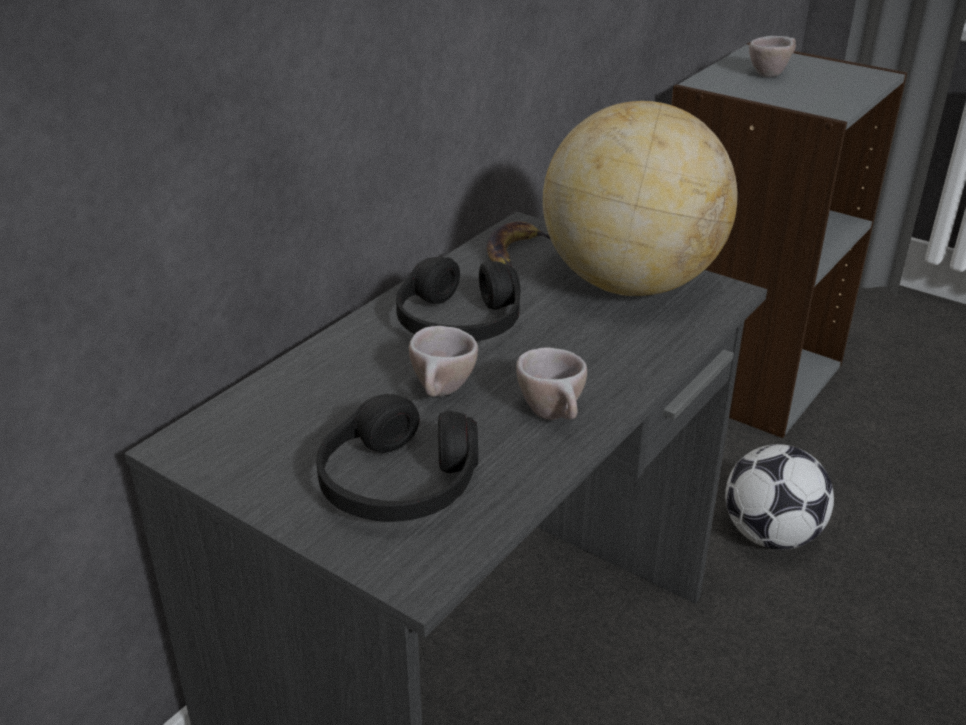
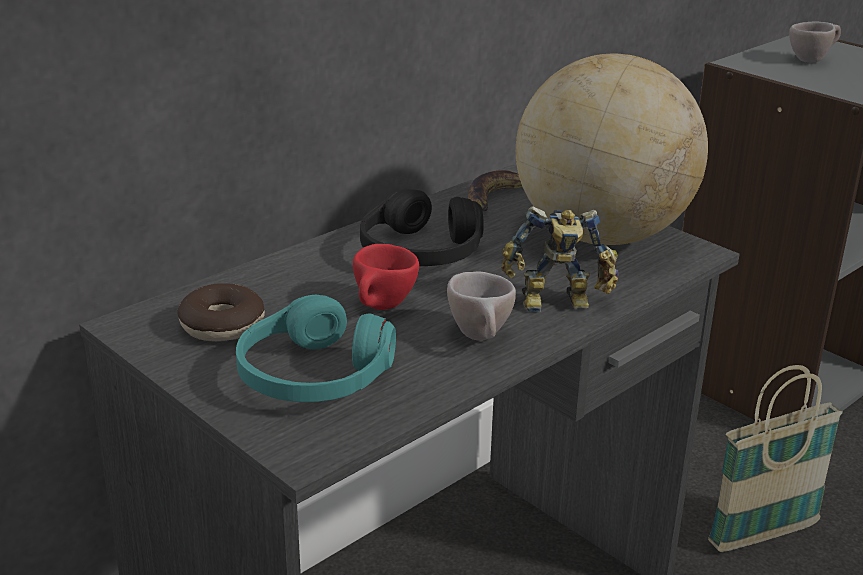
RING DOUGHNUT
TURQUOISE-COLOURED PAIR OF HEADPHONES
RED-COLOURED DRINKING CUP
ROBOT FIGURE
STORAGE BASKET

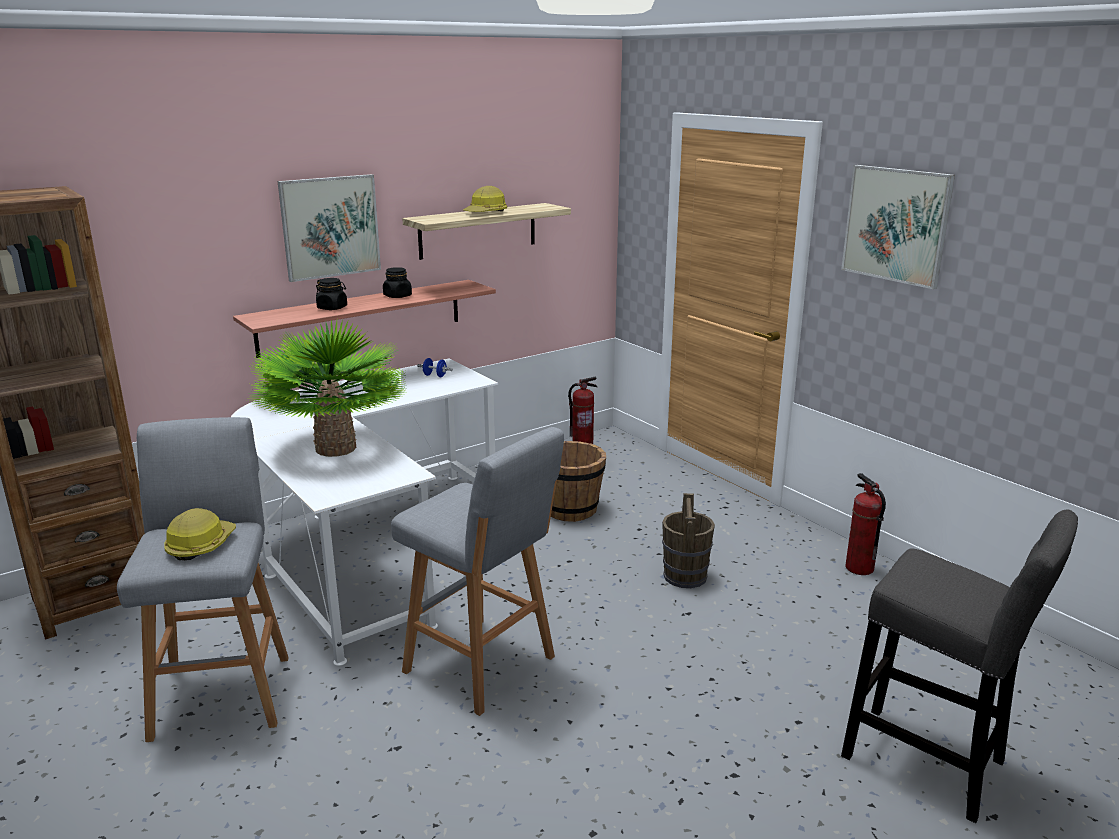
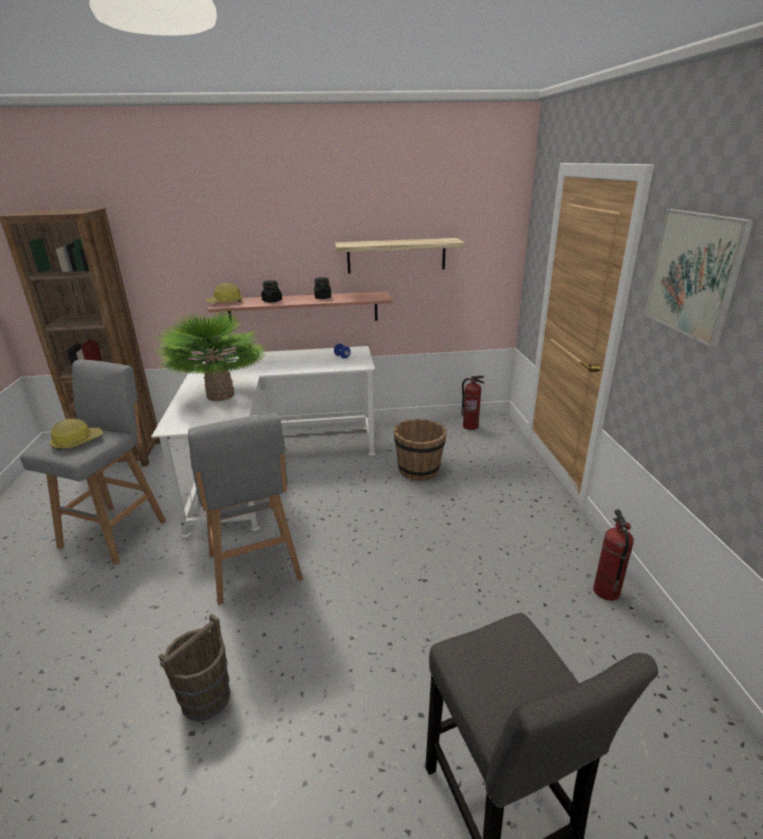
BROWN-COLOURED PAIL (1st from left)
WORK HELMET (2nd from left)
WALL ART (1st from left in the first image)

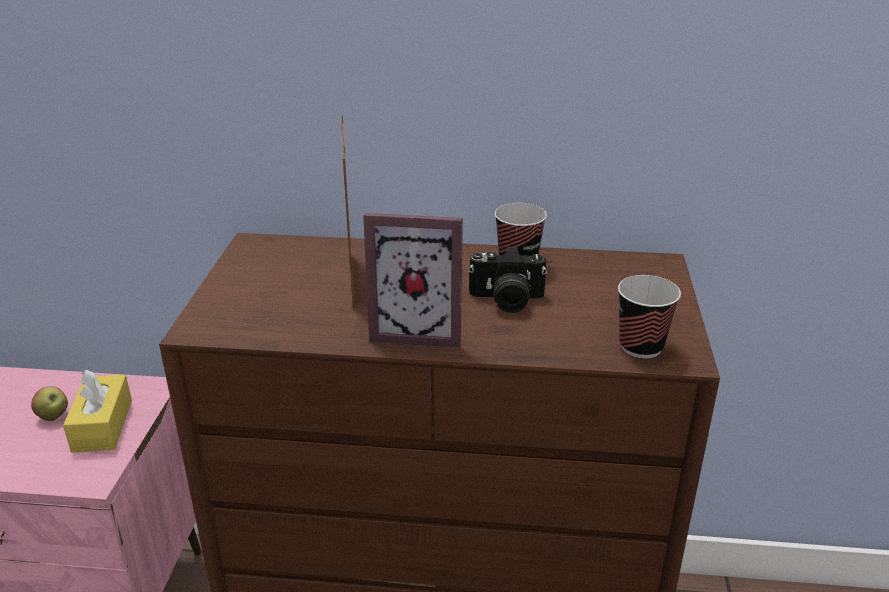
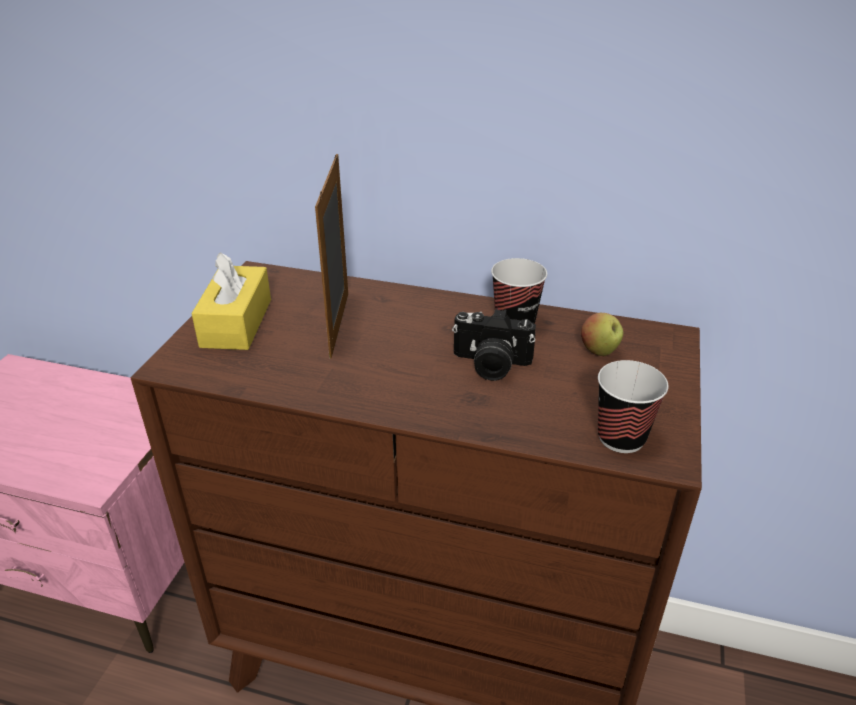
YELLOWISH BOX OF TISSUES
APPLE
STANDING FRAME (2nd from left in the first image)

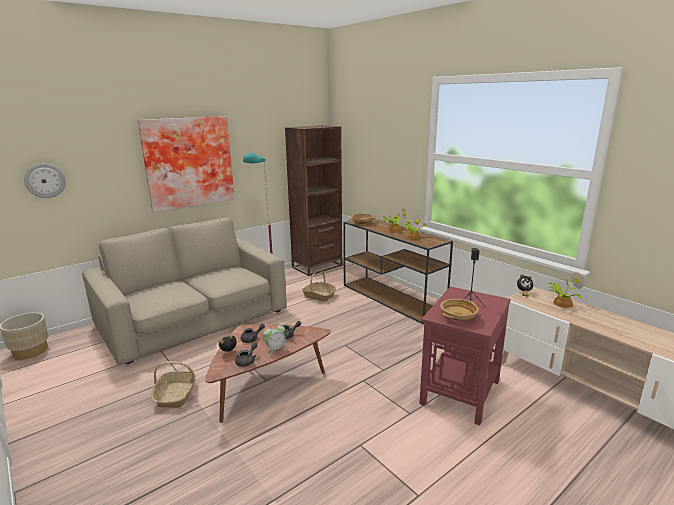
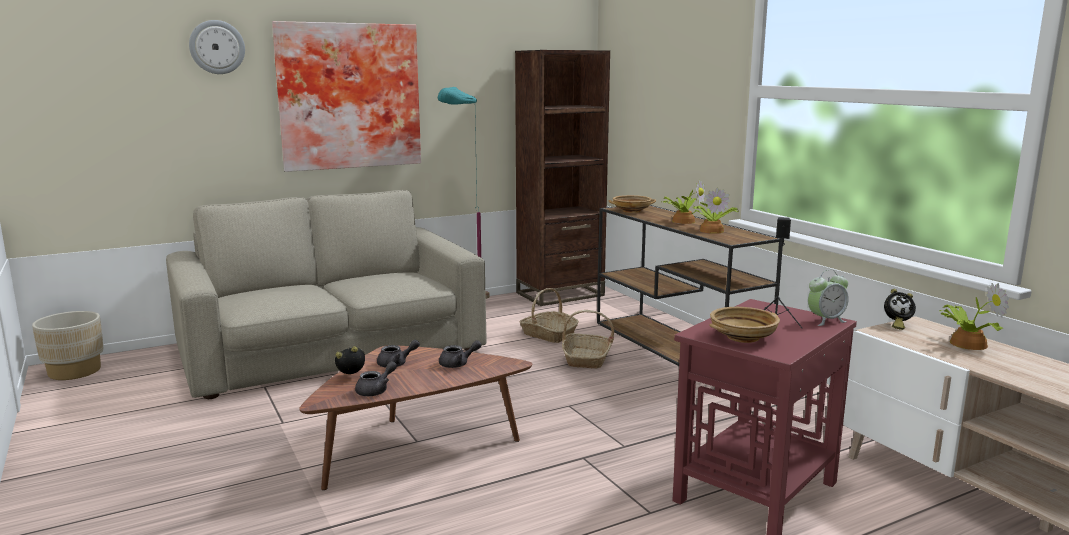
WALL CLOCK
STORAGE BASKET (2nd from left)
TABLE CLOCK (2nd from left)

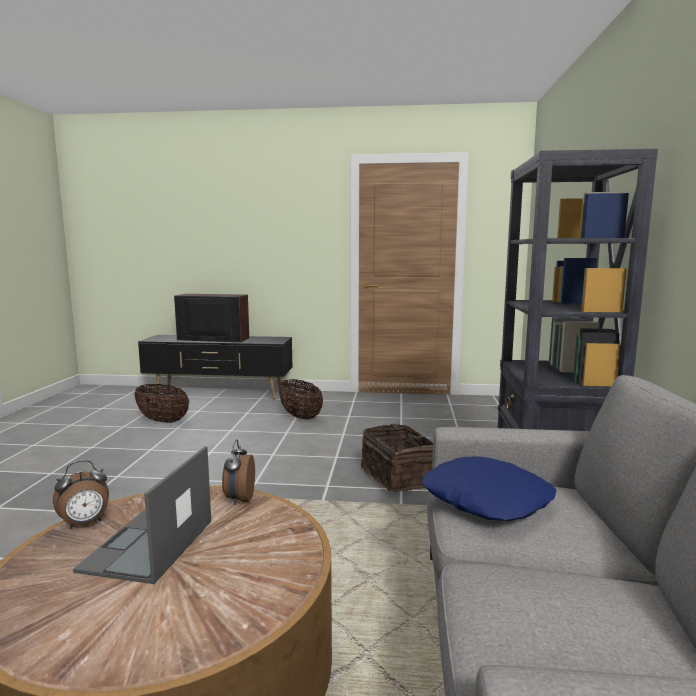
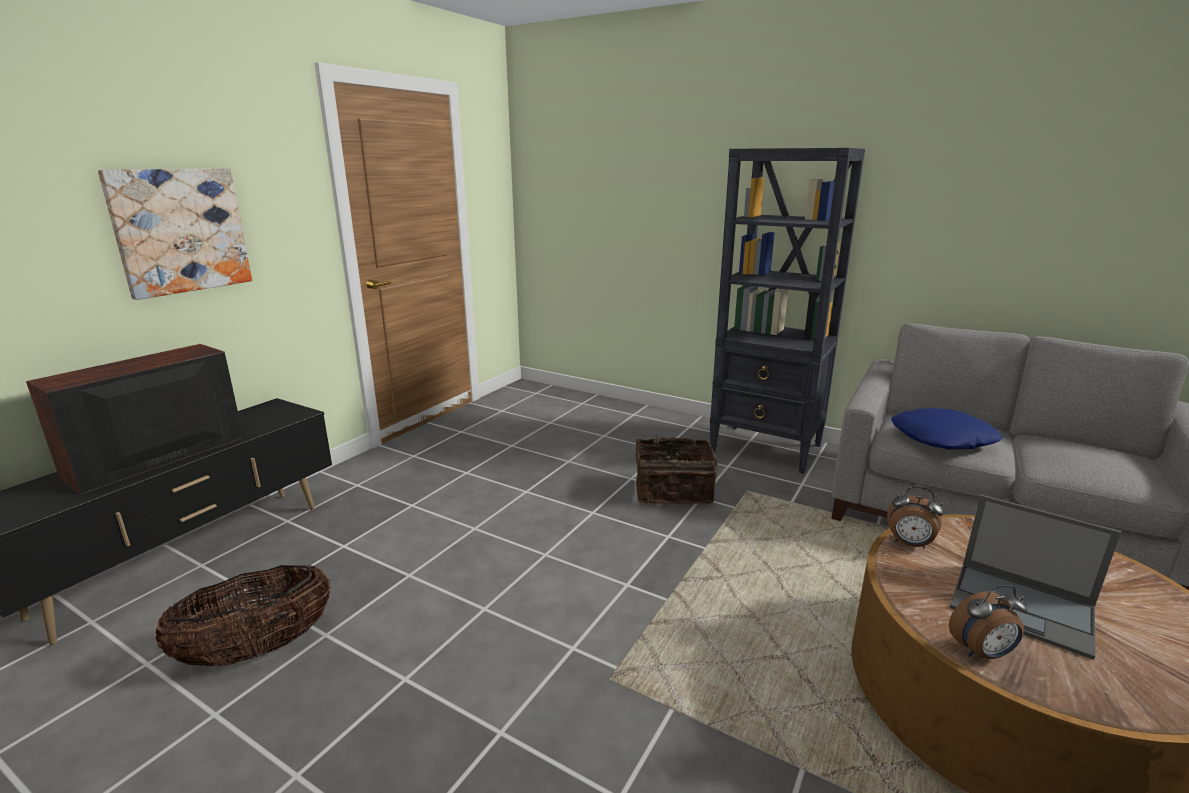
WALL ART
TABLE CLOCK (2nd from left)
STORAGE BASKET (2nd from left in the first image)

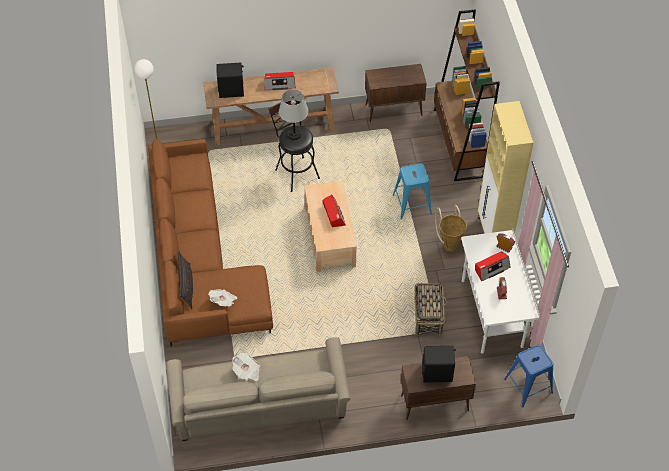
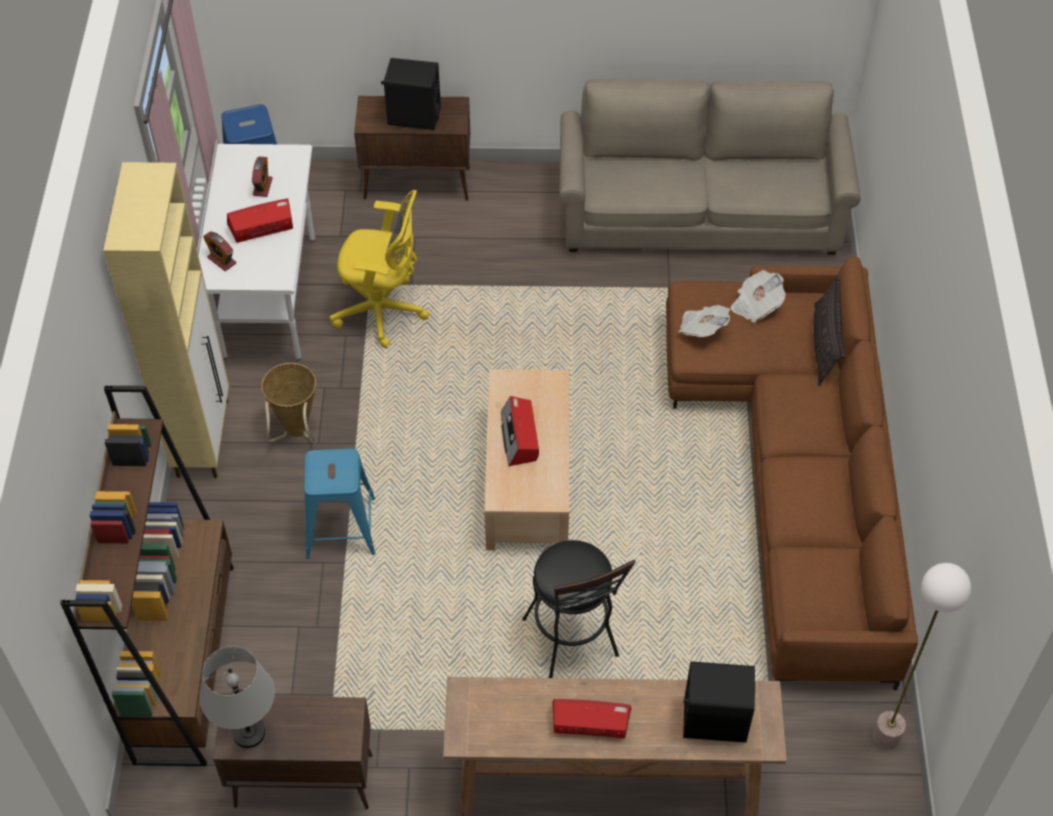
GREY LAMP FOR A TABLE
YELLOWISH COMPUTER CHAIR
NEWSPAPER (1st from left)

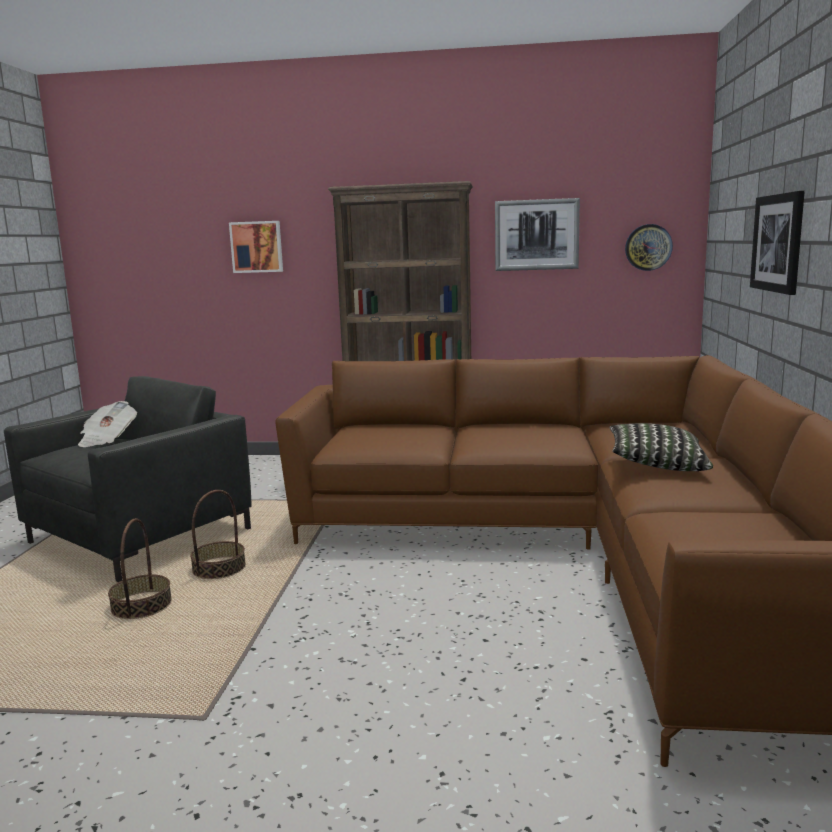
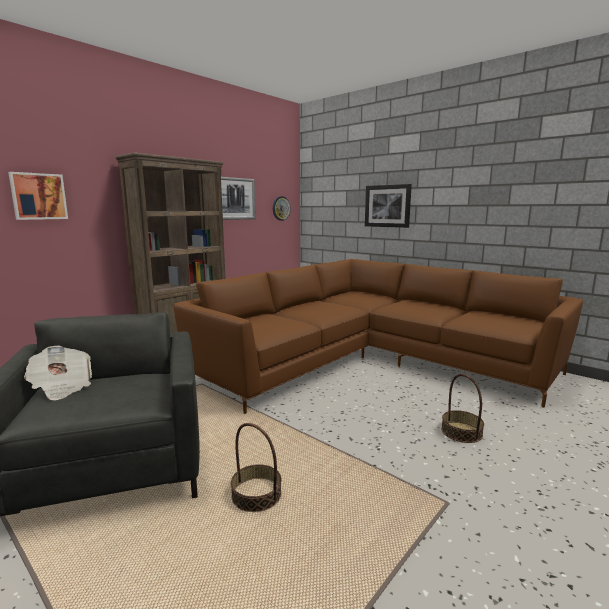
STORAGE BASKET (2nd from left)
THROW PILLOW

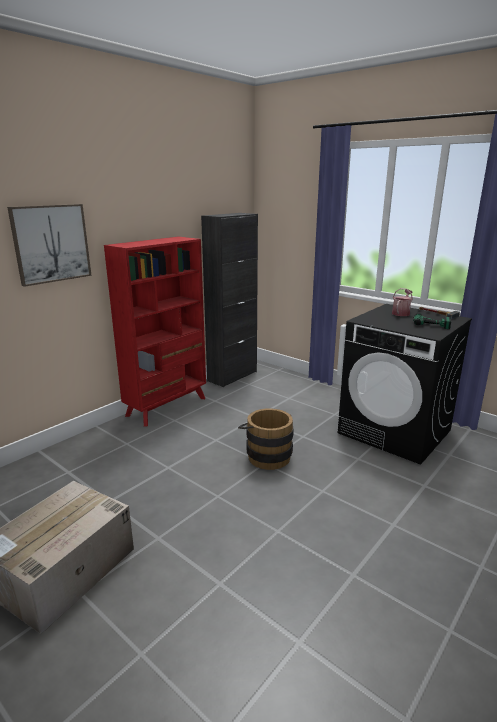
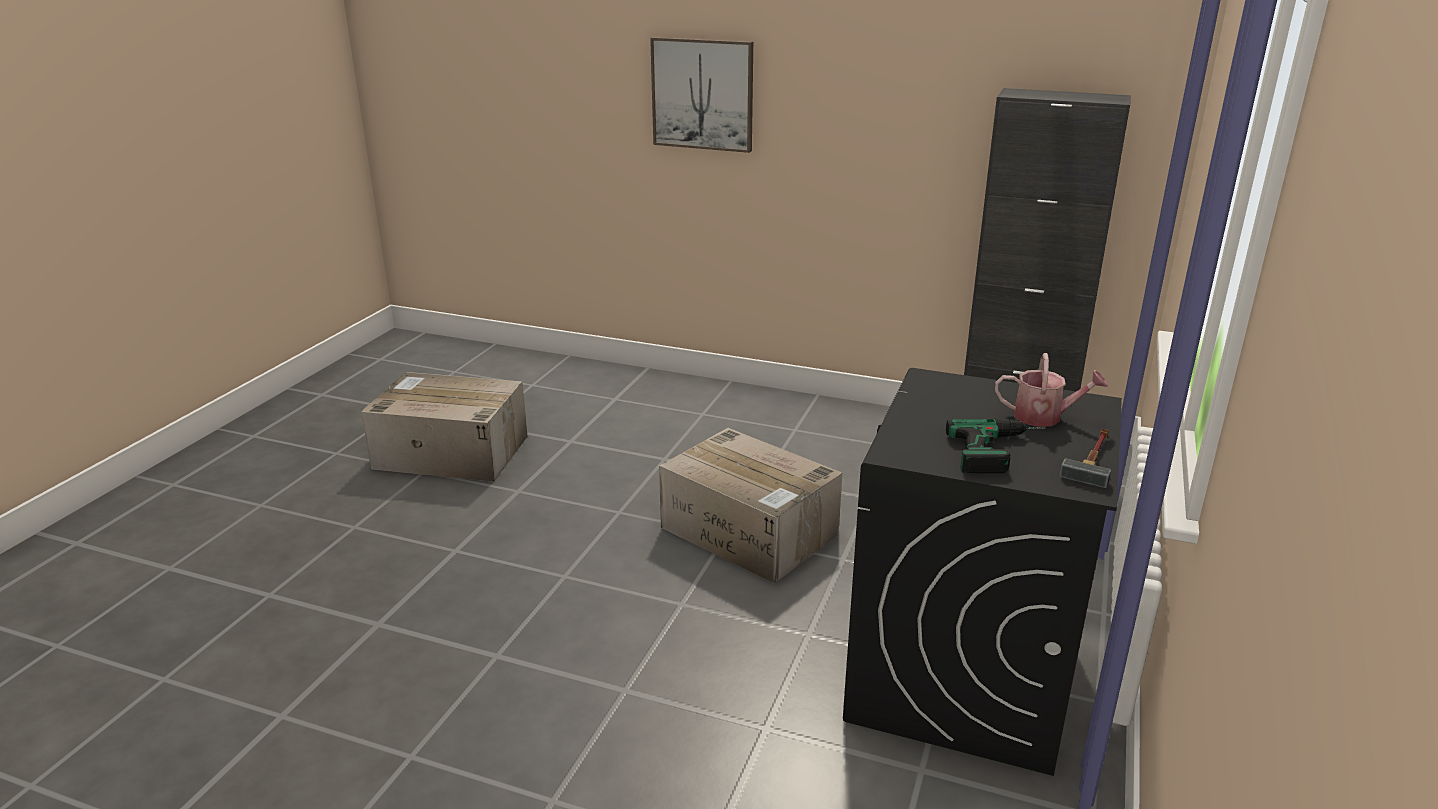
CARDBOARD BOX (2nd from left)
RED-COLOURED SHELVING UNIT

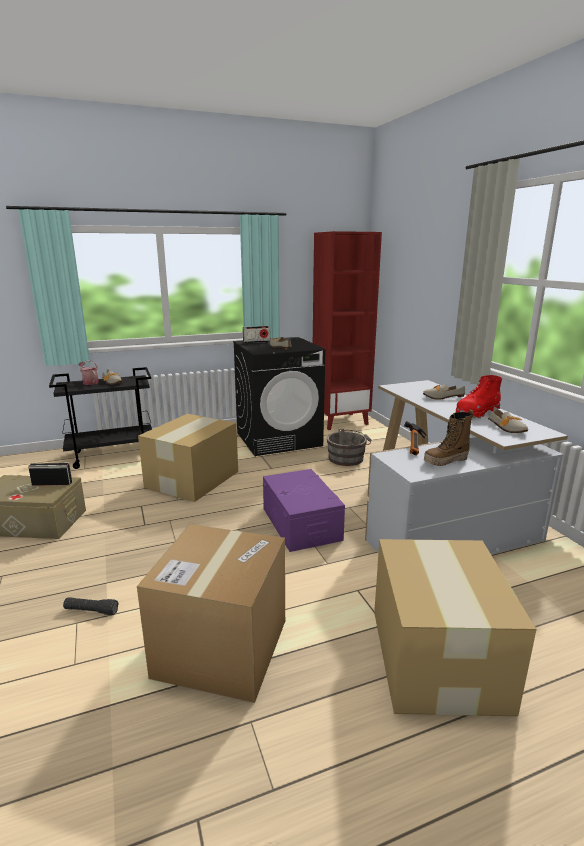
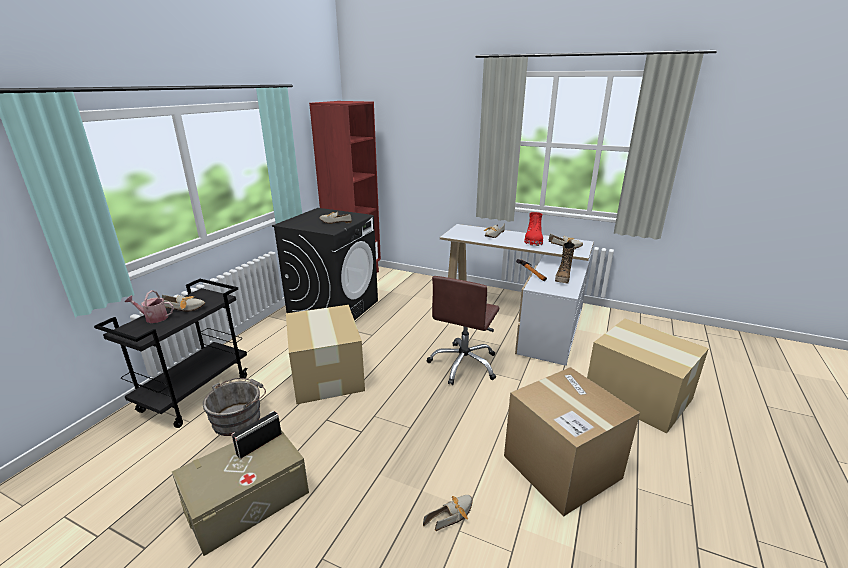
GREY PAIL
SHOE (3rd from left)
BROWN-COLOURED COMPUTER CHAIR
RADIO RECEIVER (2nd from left in the first image)

